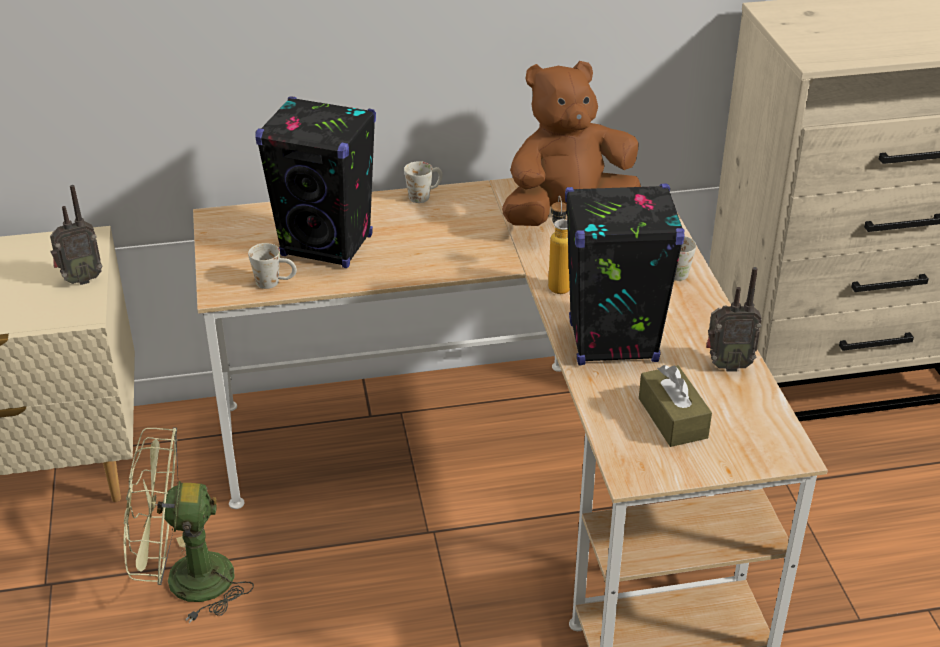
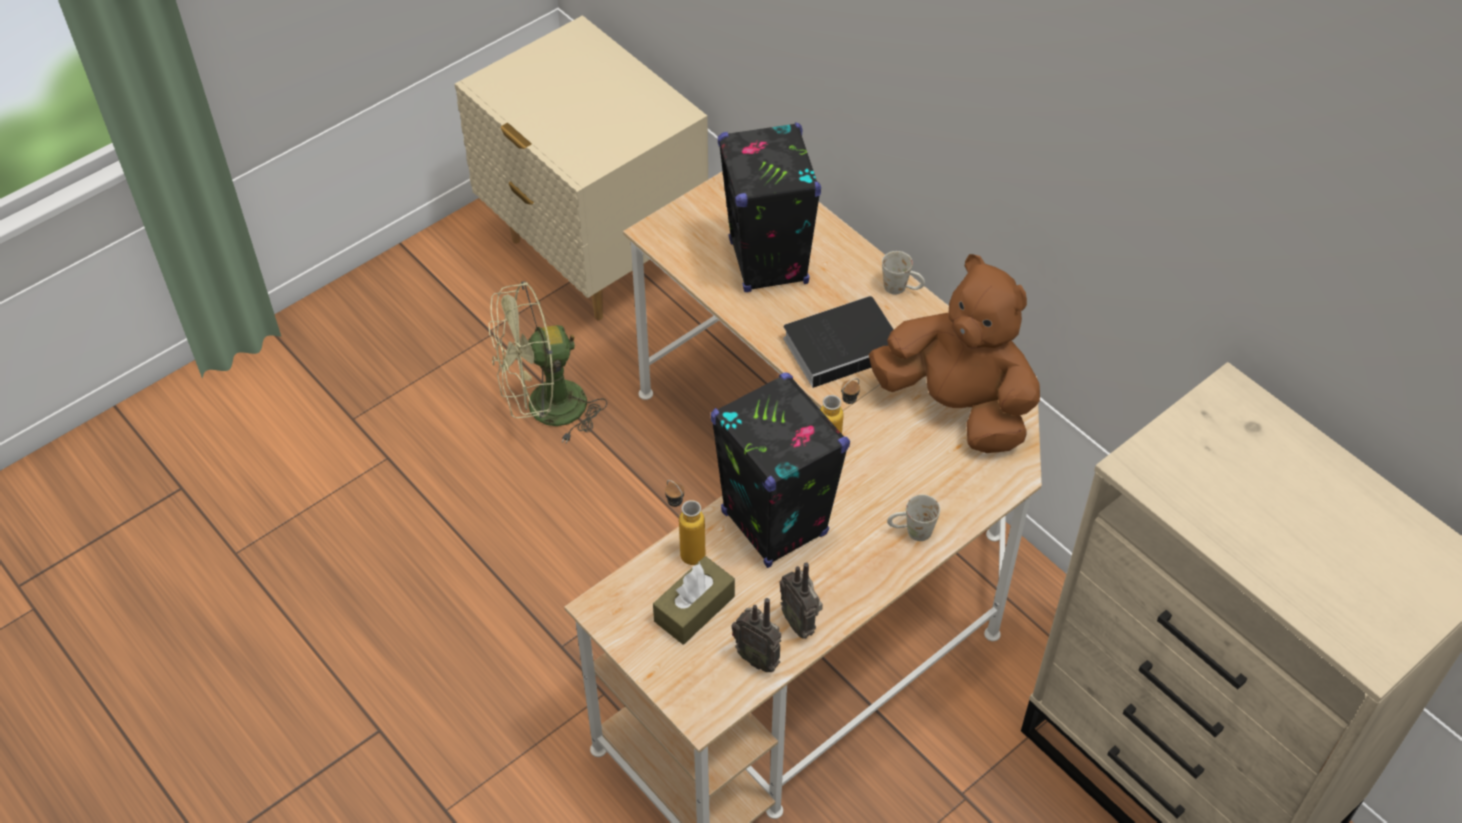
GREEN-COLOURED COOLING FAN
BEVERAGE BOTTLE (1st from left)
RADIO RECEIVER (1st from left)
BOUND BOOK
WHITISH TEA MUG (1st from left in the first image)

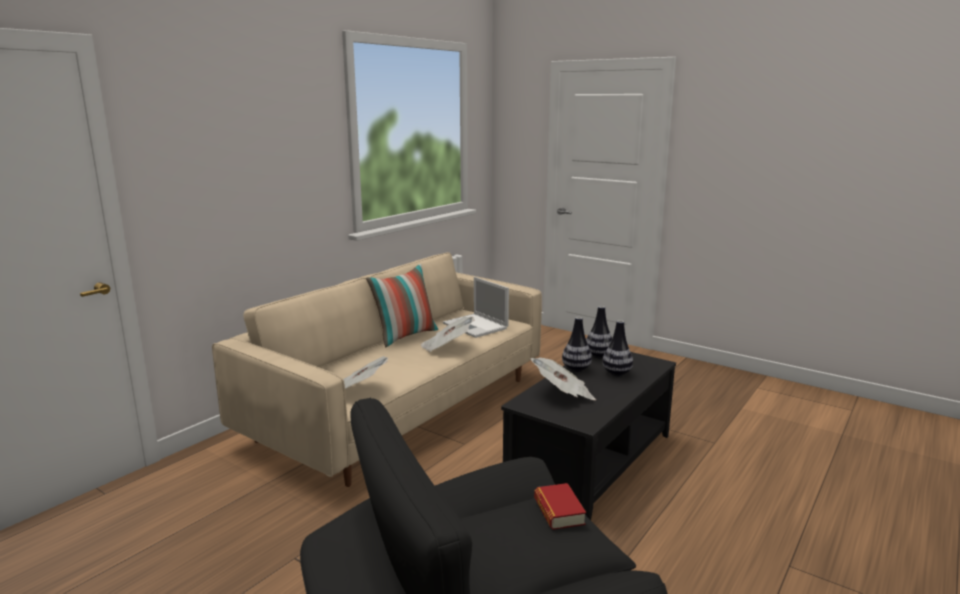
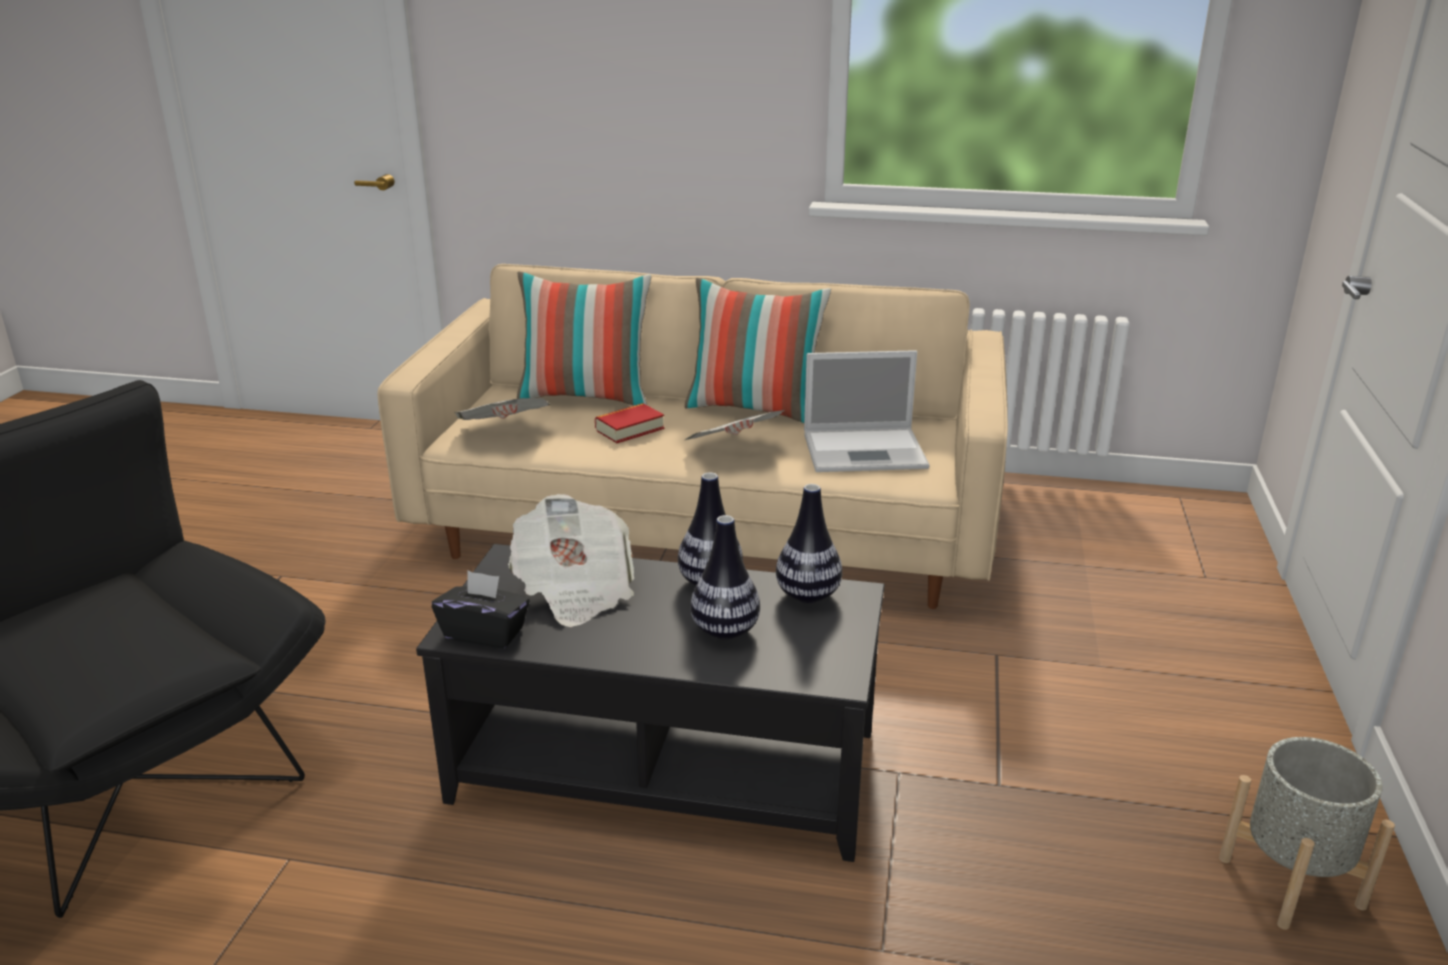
BLACK BOX OF TISSUES
THROW PILLOW (1st from left)
BOUND BOOK
LAPTOP
GREY FLOWER POT

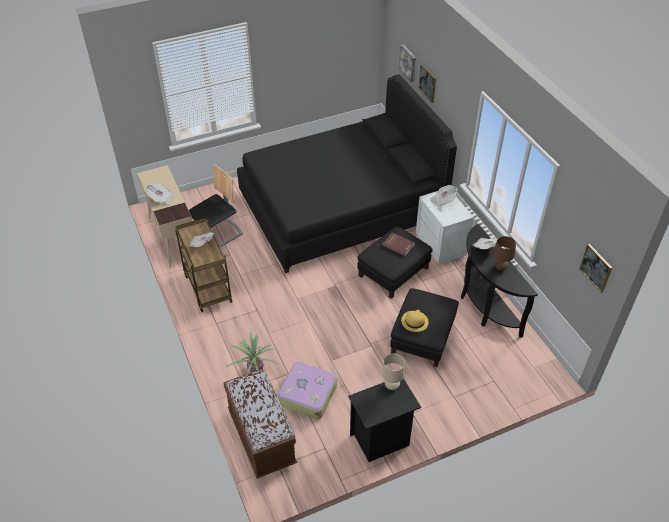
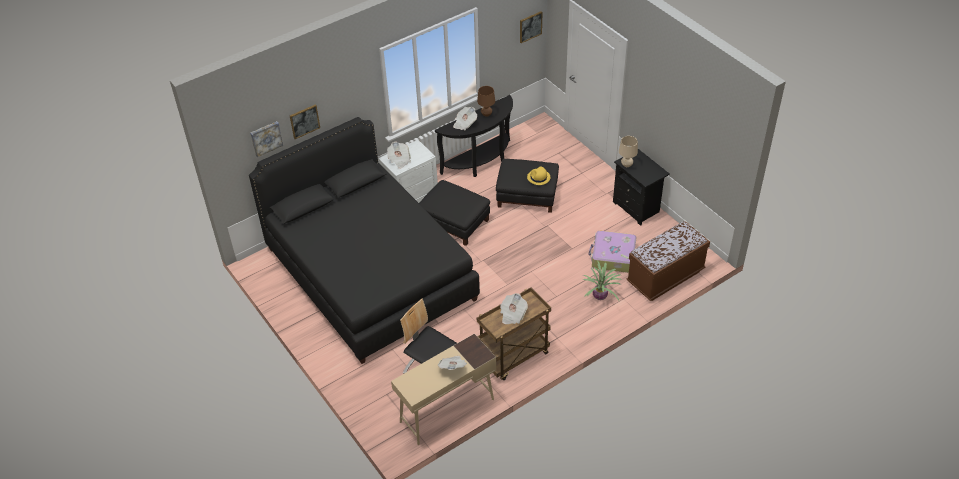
RED-COLOURED BOUND BOOK

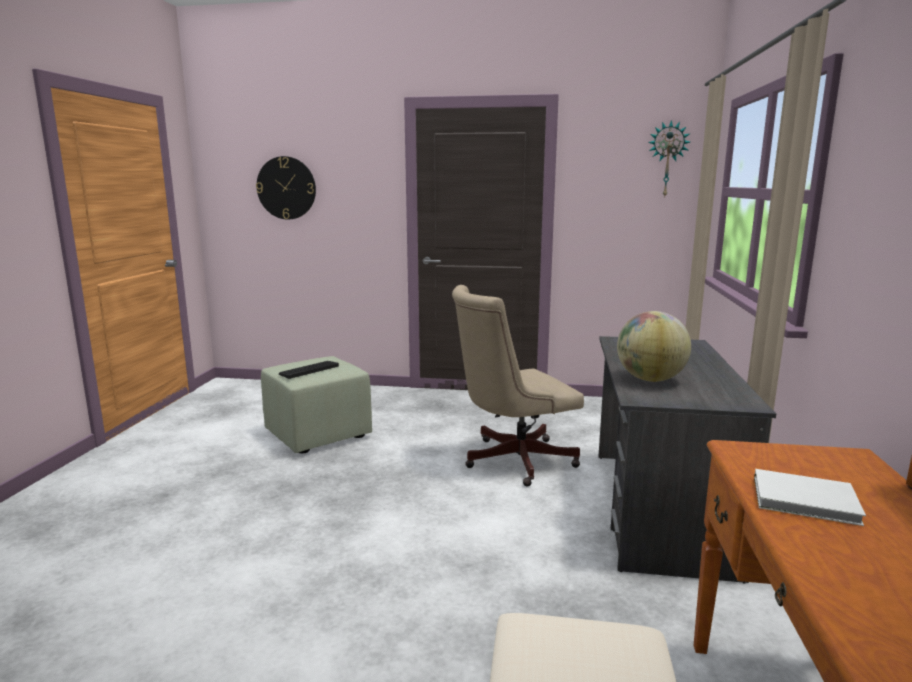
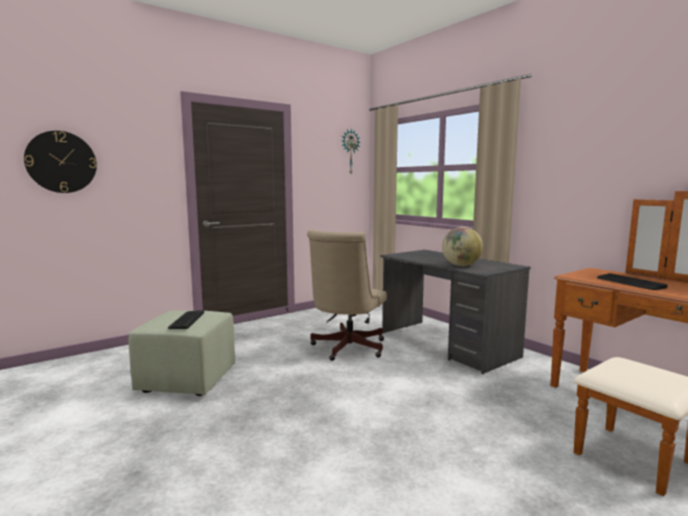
KEYBOARD (2nd from left)

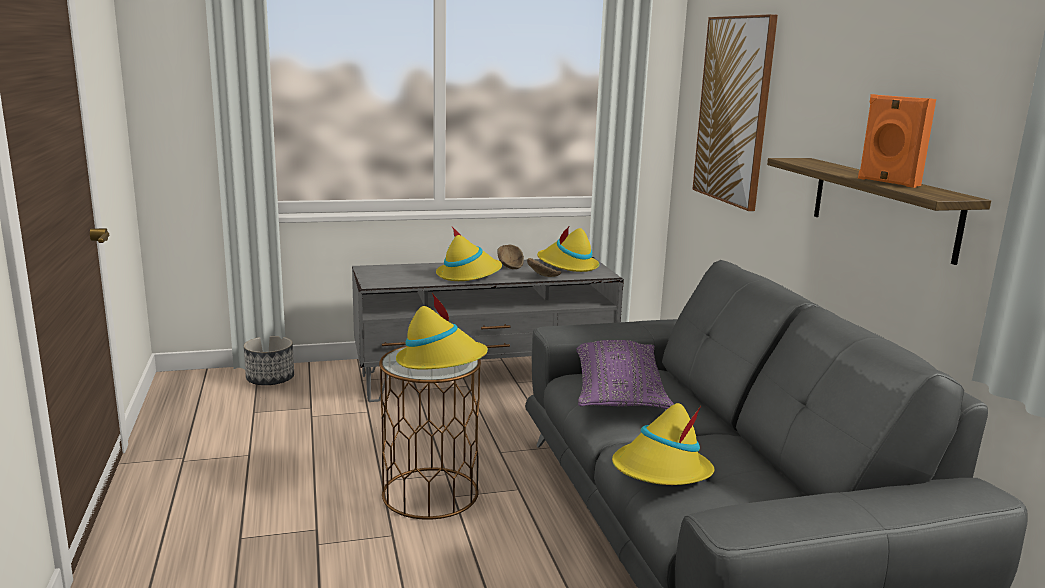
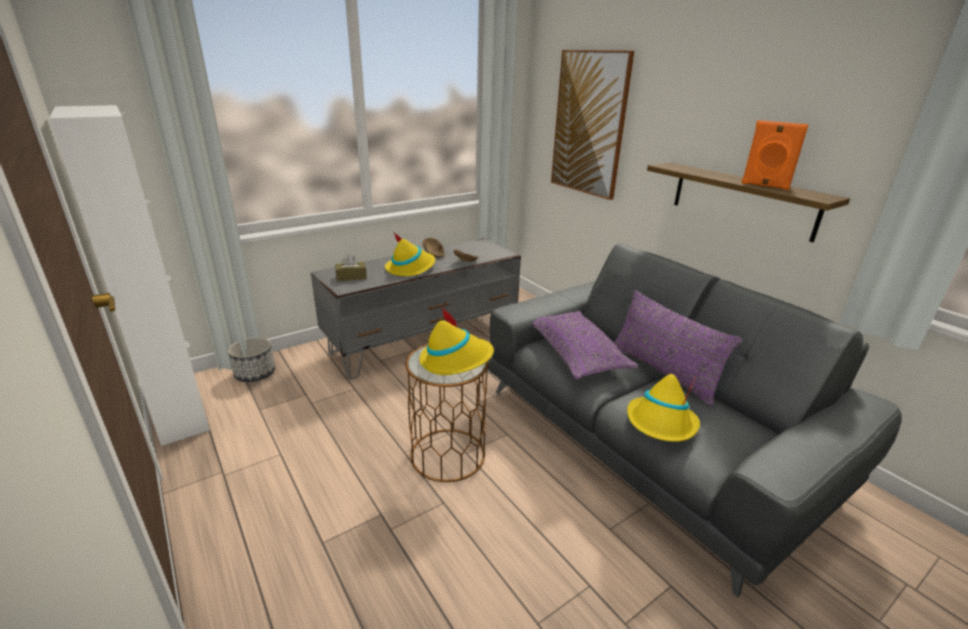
WHITISH CABINET
BROWN-COLOURED BOX OF TISSUES
PURPLE THROW PILLOW (2nd from left)
YELLOWISH WEARABLE HAT (3rd from left in the first image)

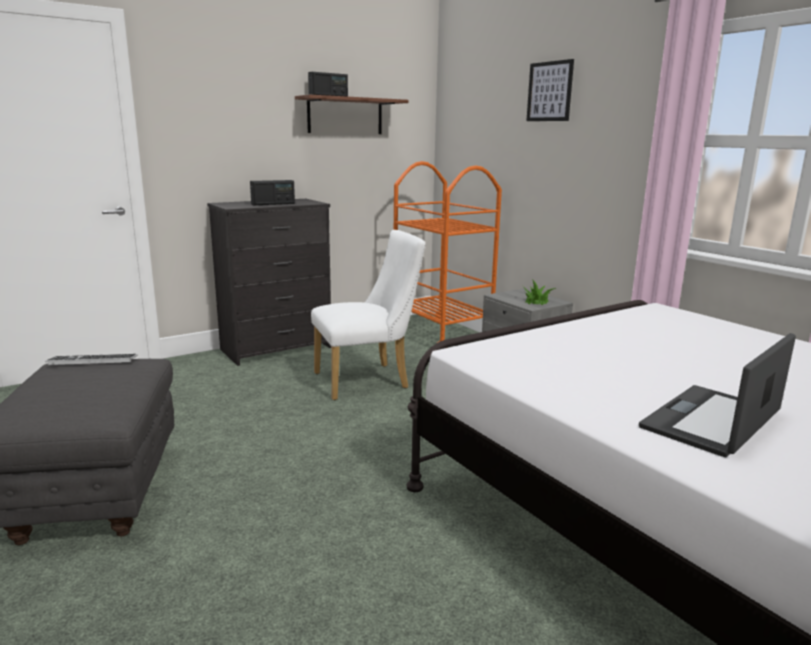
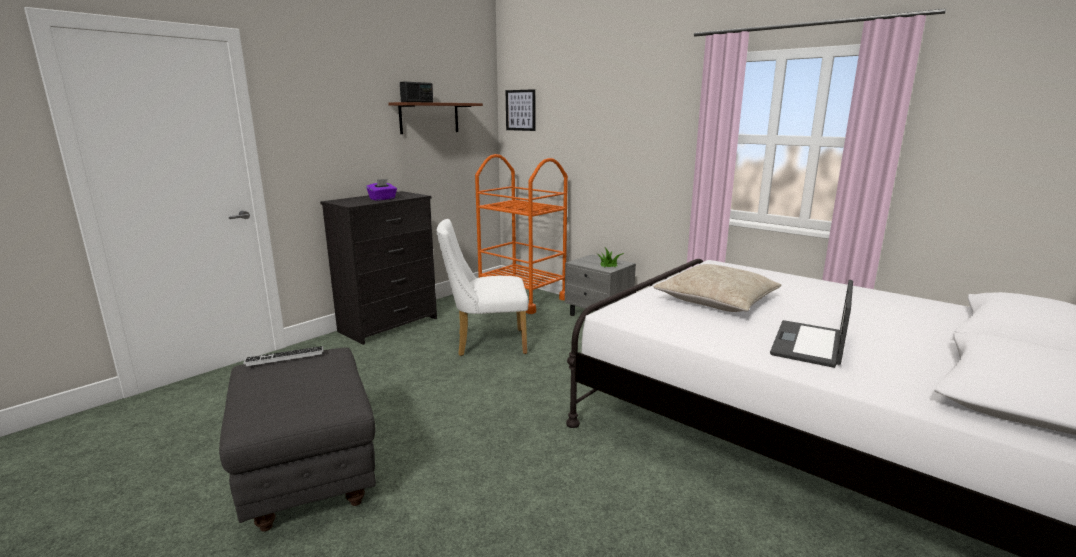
PURPLE BOX OF TISSUES
WHITISH CHAIR
WALL ART
SAND-COLOURED THROW PILLOW

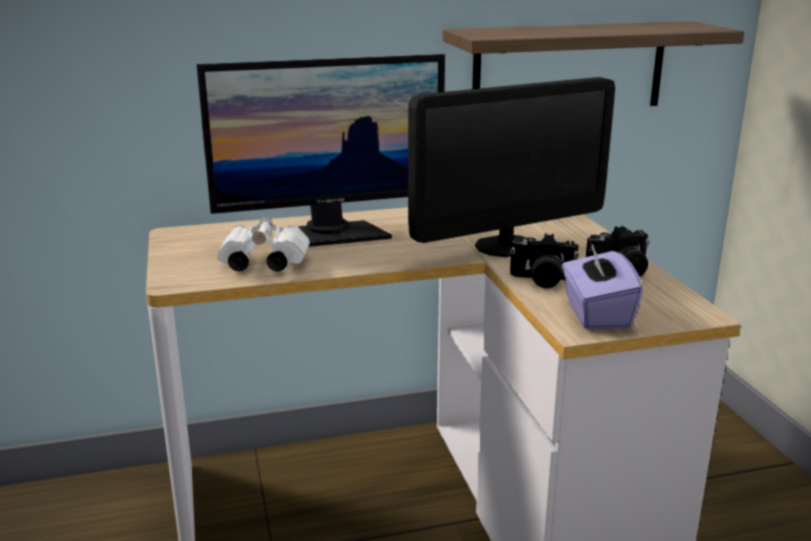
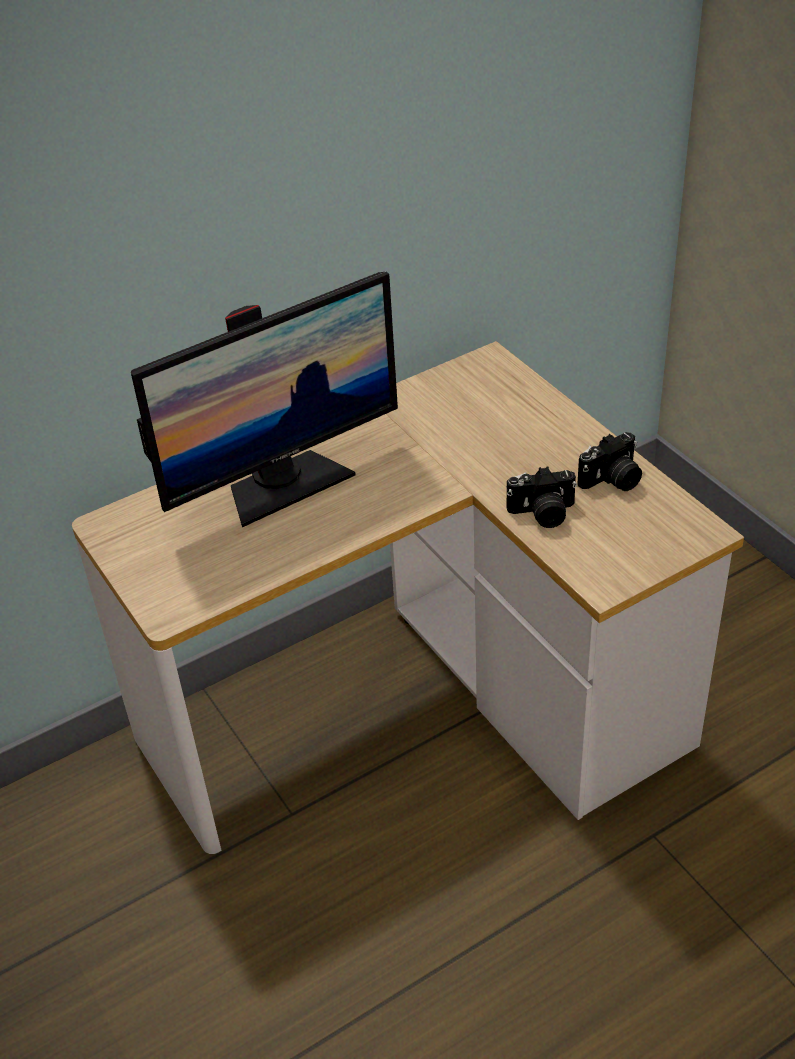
WHITISH BINOCULARS
MONITOR (2nd from left in the first image)
BRACKET SHELF
PURPLE BOX OF TISSUES

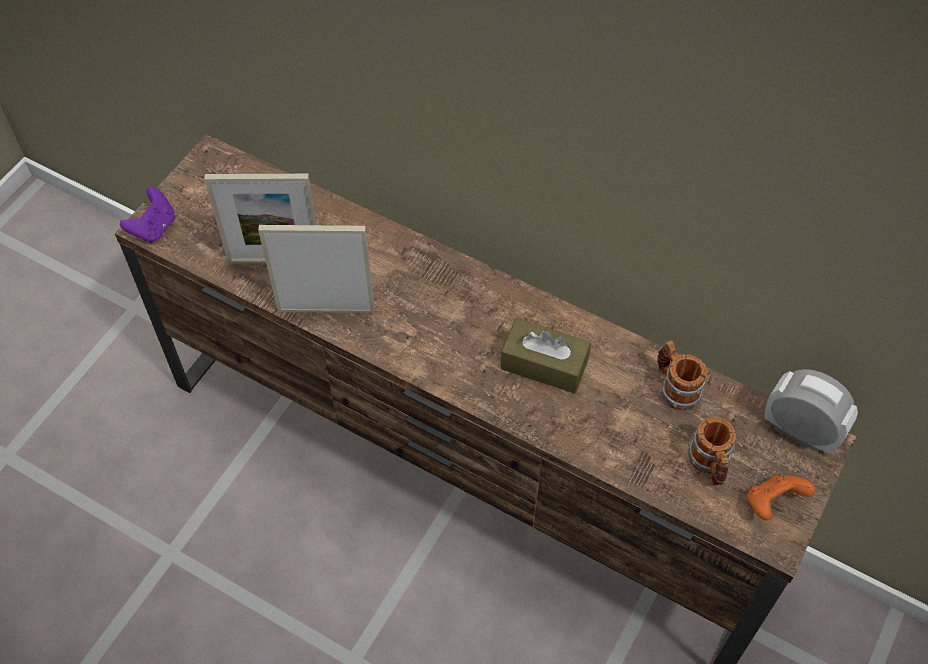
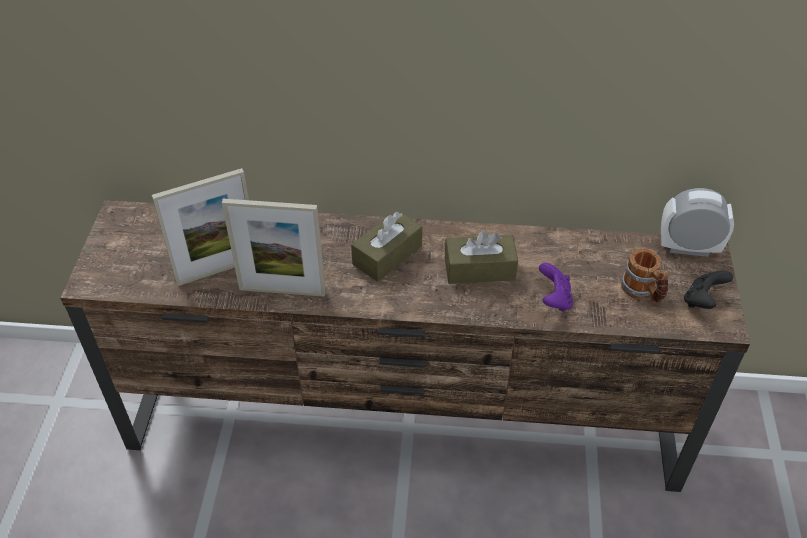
STANDING FRAME (2nd from left)
BROWN-COLOURED BOX OF TISSUES (1st from left)
PURPLE GAME CONTROLLER
BLACK GAME CONTROLLER
TEA MUG (1st from left in the first image)

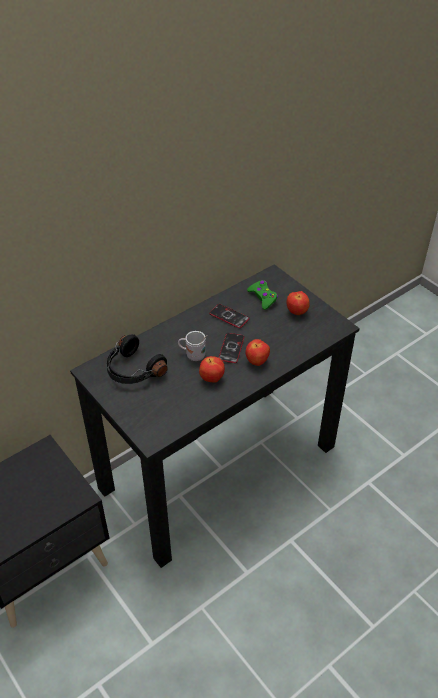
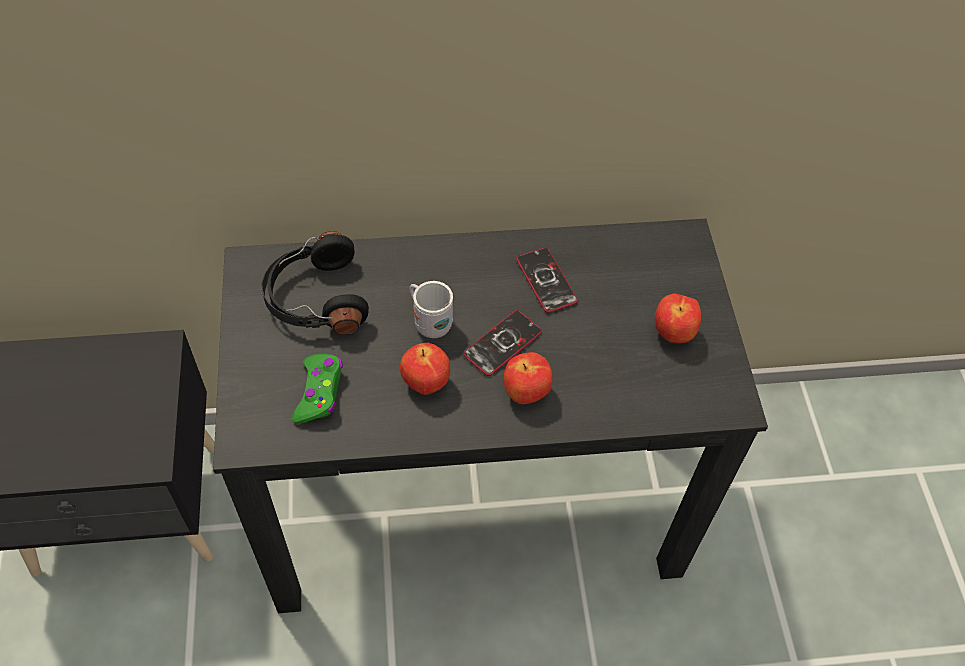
GREEN-COLOURED GAME CONTROLLER

